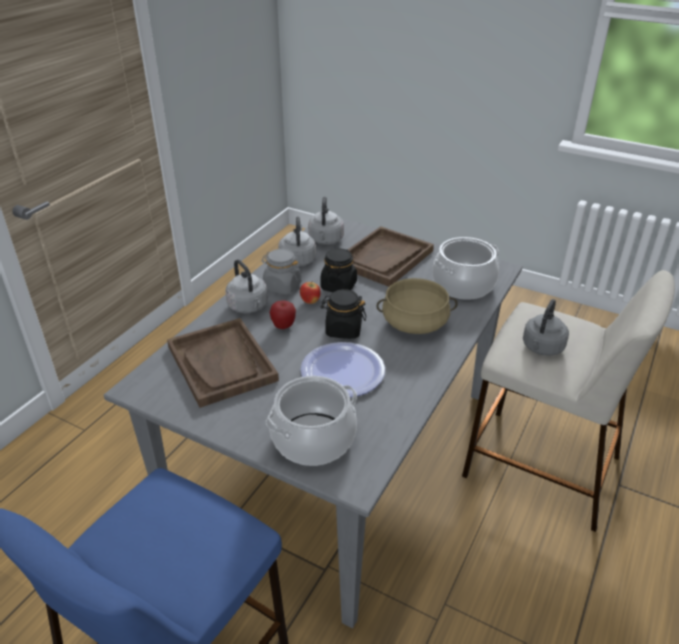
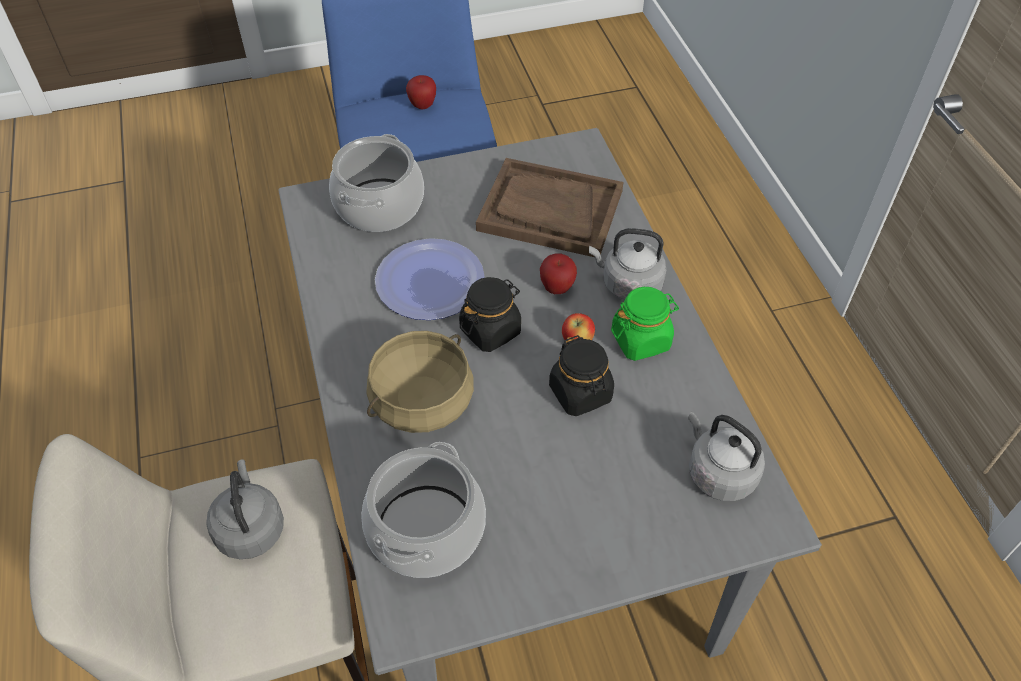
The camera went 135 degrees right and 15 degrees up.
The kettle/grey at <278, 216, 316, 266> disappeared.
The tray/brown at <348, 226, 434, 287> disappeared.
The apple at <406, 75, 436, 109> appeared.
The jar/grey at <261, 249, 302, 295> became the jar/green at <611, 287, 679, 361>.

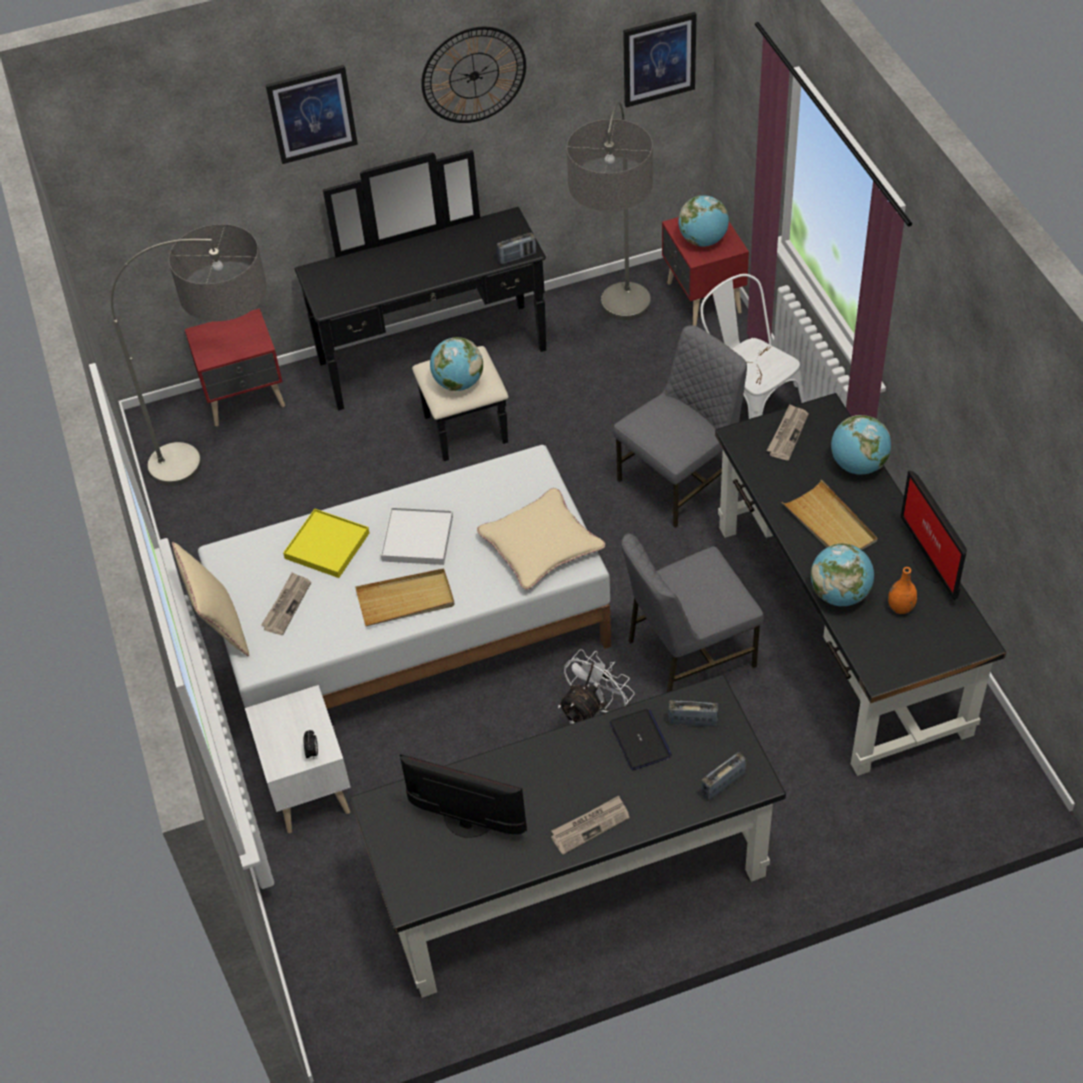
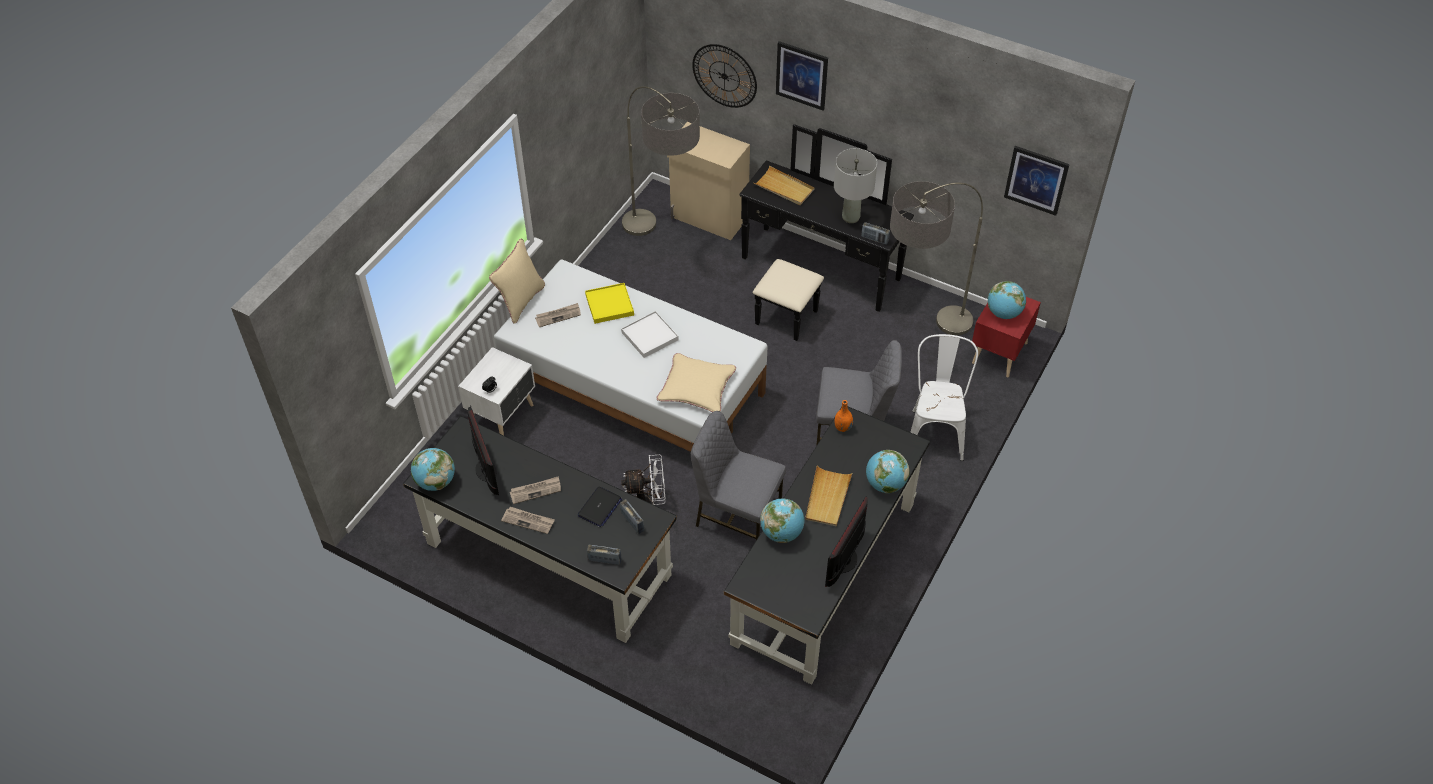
The camera went 45 degrees right and 0 degrees up.
The table lamp/grey at <834, 148, 877, 223> appeared.
The tray/beige moved from <355, 568, 455, 626> to <754, 166, 815, 205>.
The wall clock moved from <421, 27, 526, 123> to <692, 44, 757, 108>.
The globe moved from <430, 337, 483, 391> to <411, 448, 455, 491>.
The newspaper moved from <767, 404, 809, 460> to <510, 476, 561, 504>.
The vase/orange moved from <888, 567, 917, 614> to <834, 400, 853, 432>.
The nightstand/red at <185, 308, 285, 426> was replaced by the cabinet/beige at <667, 122, 750, 240>.

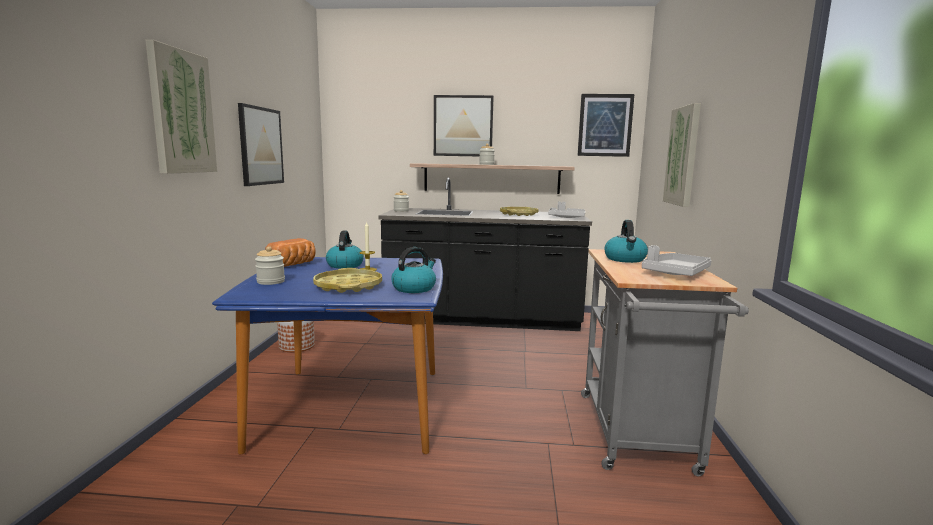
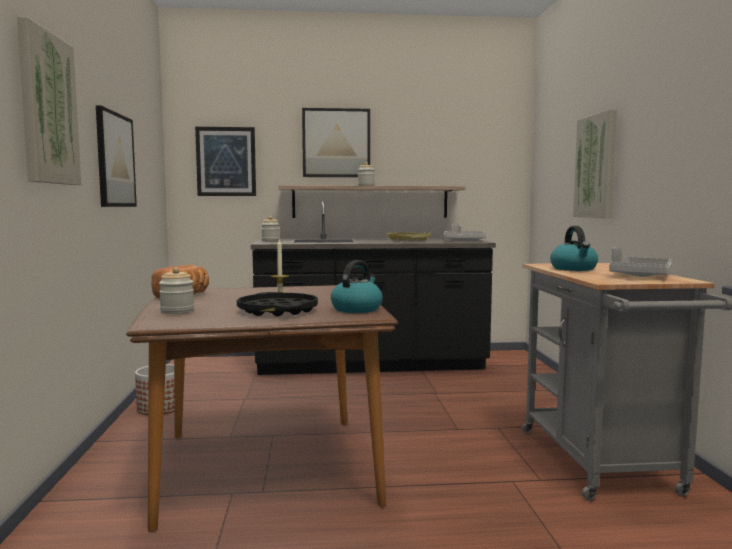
The camera went 10 degrees left and 5 degrees down.
The kettle at <326, 231, 364, 268> disappeared.
The picture moved from <578, 94, 634, 157> to <195, 127, 256, 196>.
The dining table/blue at <212, 257, 443, 454> became the dining table/brown at <126, 285, 398, 532>.
The tray/yellow at <313, 268, 382, 293> became the tray/black at <237, 292, 318, 316>.

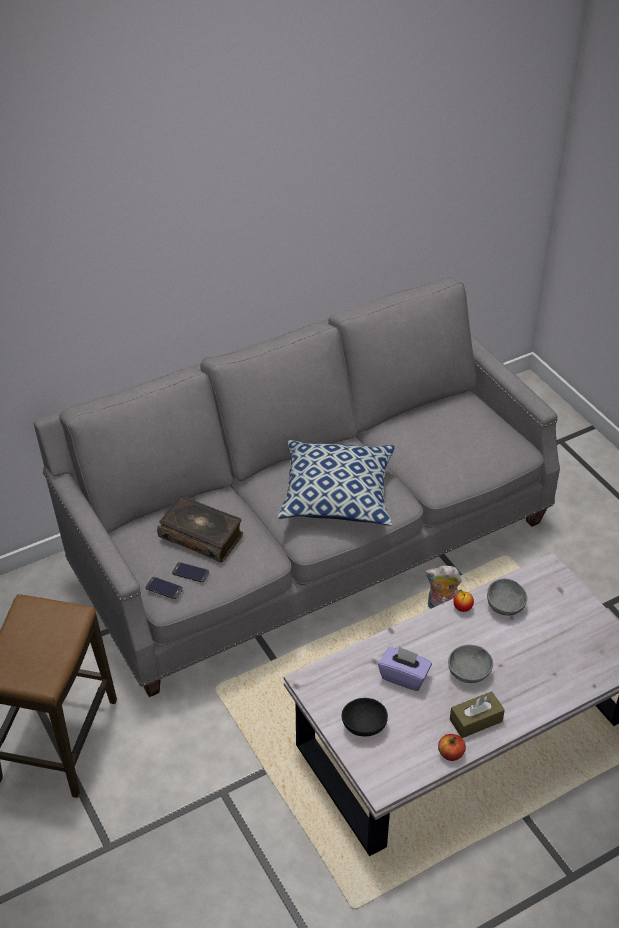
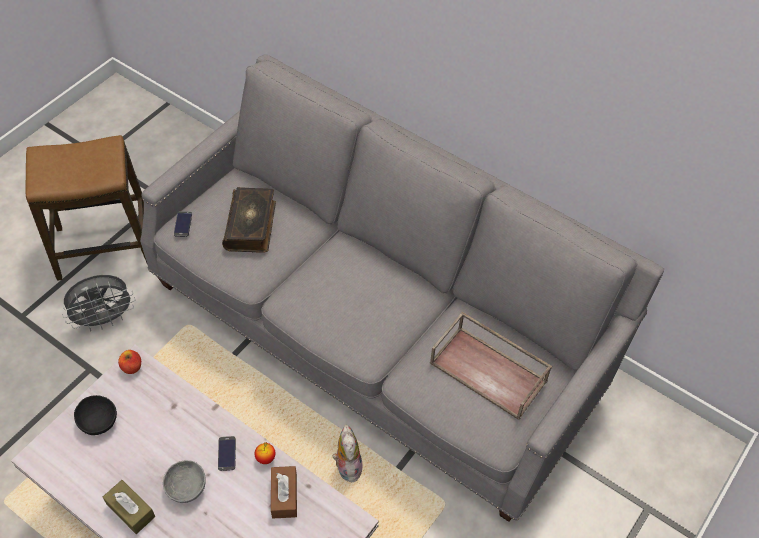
The camera went 65 degrees right and 10 degrees up.
The pillow at <278, 440, 395, 526> disappeared.
The tissue box/purple at <378, 646, 432, 691> disappeared.
The fan/grey at <62, 275, 135, 331> appeared.
The tray/brown at <430, 312, 552, 420> appeared.
The phone moved from <172, 562, 209, 582> to <218, 436, 236, 471>.
The apple moved from <438, 734, 466, 761> to <118, 350, 141, 374>.
The bowl/grey at <487, 578, 527, 616> was replaced by the tissue box/brown at <271, 466, 297, 518>.

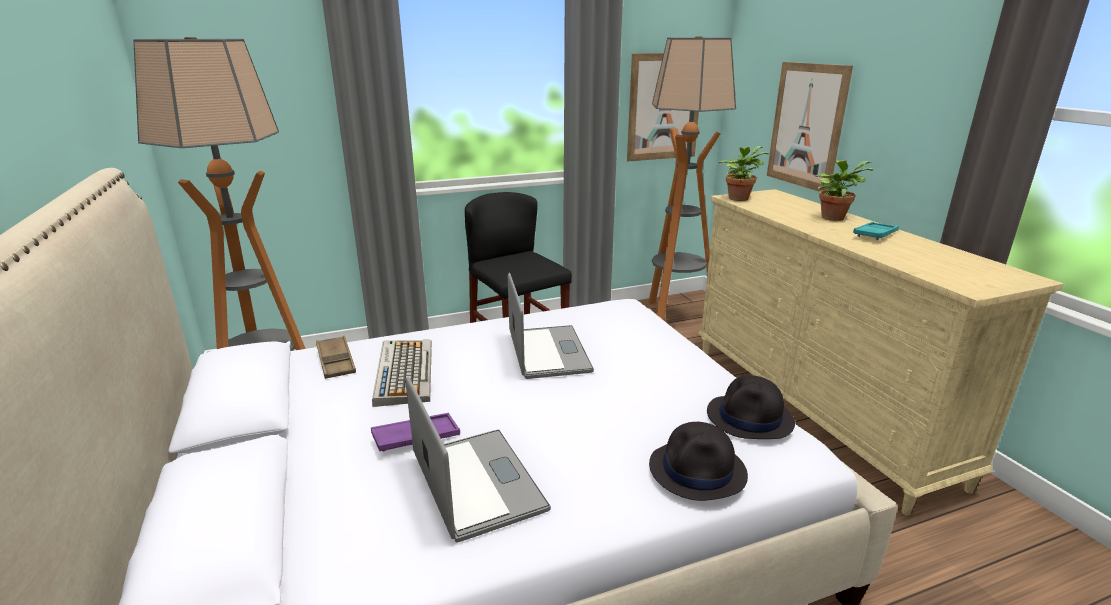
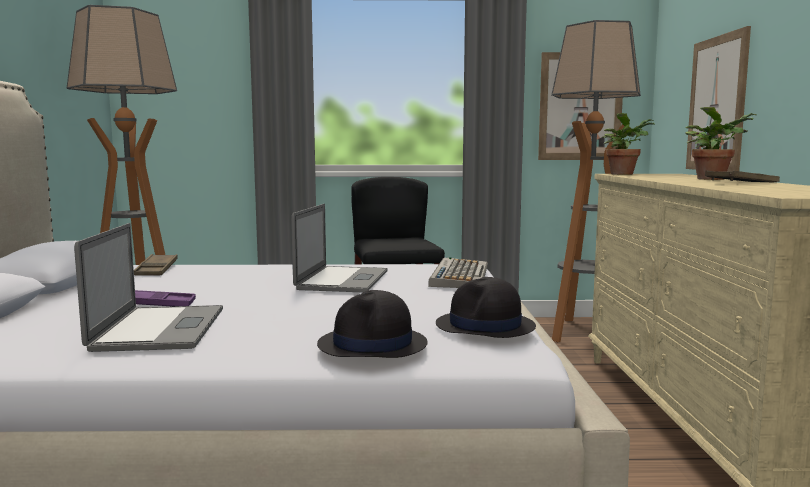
The camera went 20 degrees right and 15 degrees down.
The keyboard moved from <372, 340, 432, 407> to <428, 257, 488, 288>.
The tray/turquoise at <853, 222, 899, 240> became the tray/brown at <705, 170, 780, 182>.

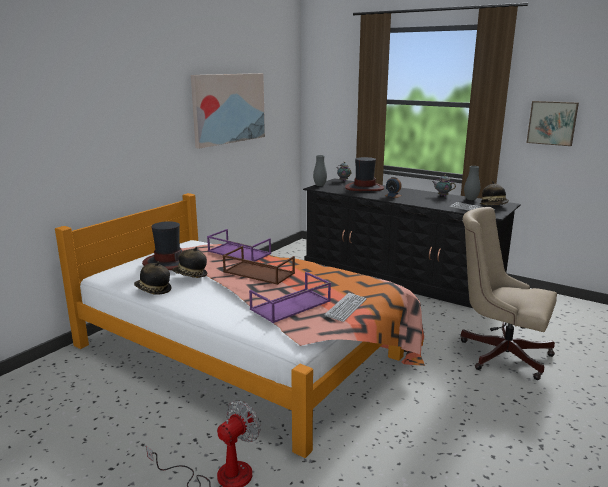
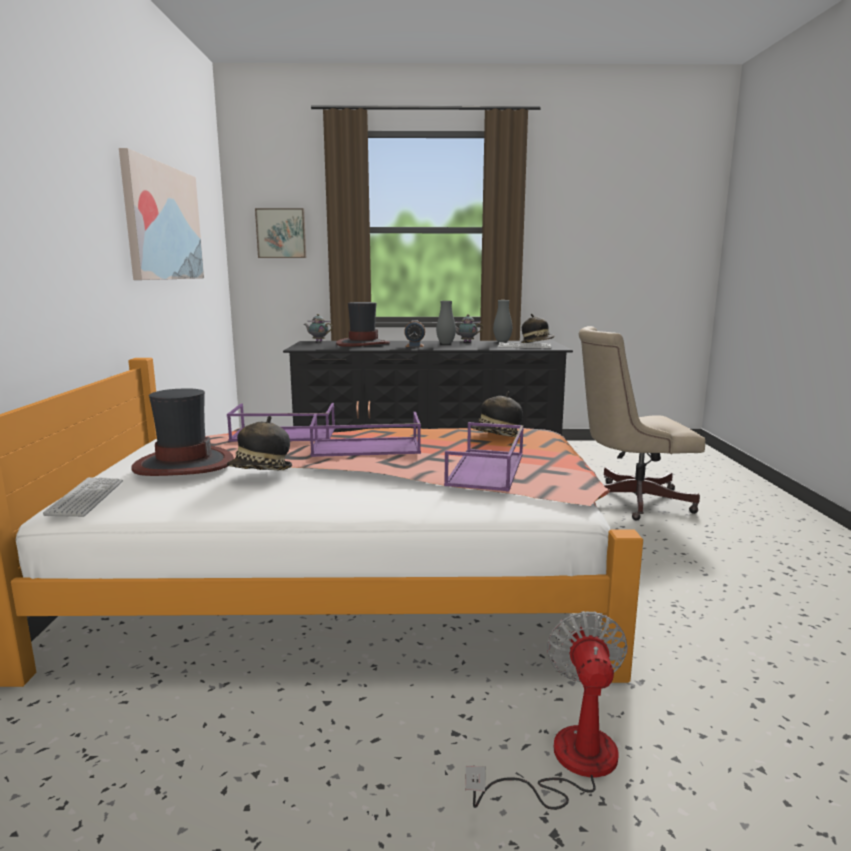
The camera went 35 degrees left and 5 degrees down.
The hat moved from <134, 262, 172, 295> to <471, 392, 523, 437>.
The vase/grey moved from <313, 155, 327, 186> to <436, 301, 456, 344>.
The keyboard moved from <325, 293, 366, 322> to <43, 477, 123, 517>.
The picture moved from <526, 101, 579, 146> to <255, 208, 306, 258>.
The tray/brown at <222, 246, 295, 285> became the tray/purple at <309, 412, 421, 457>.

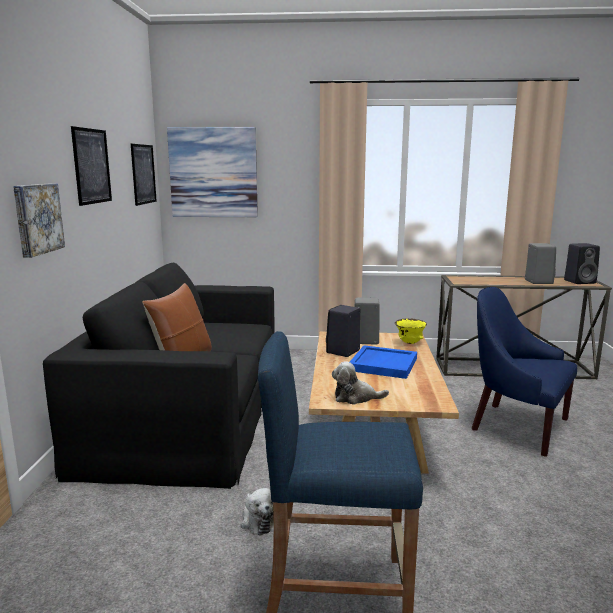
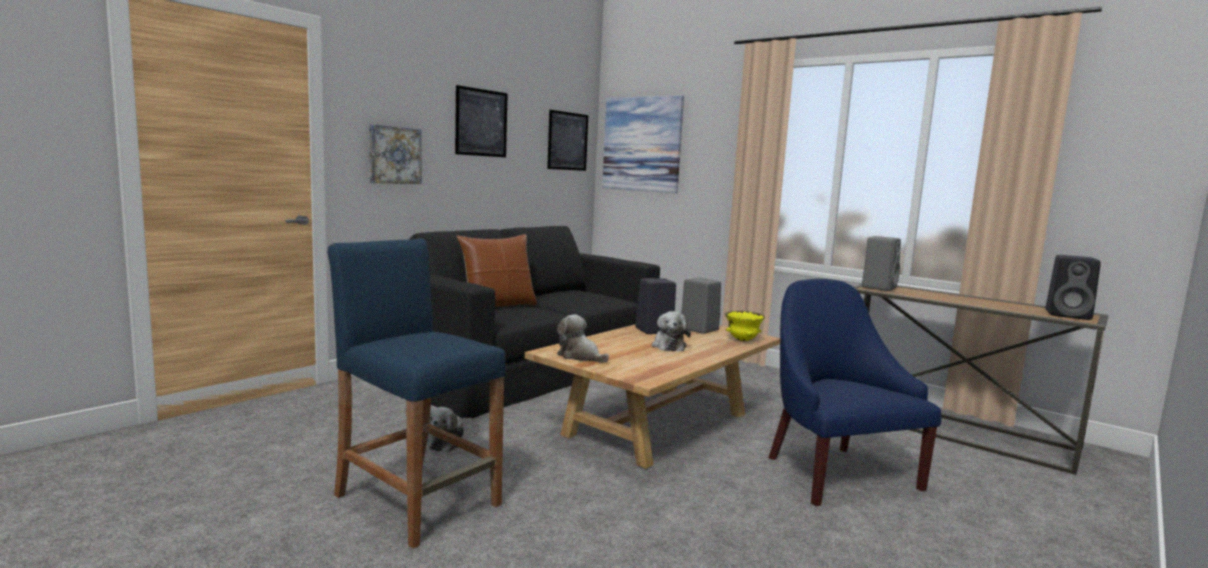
The camera went 35 degrees right and 5 degrees down.
The speaker/grey moved from <525, 243, 556, 284> to <862, 236, 901, 291>.
The tray/blue at <350, 345, 417, 379> was replaced by the plush toy at <652, 311, 691, 352>.

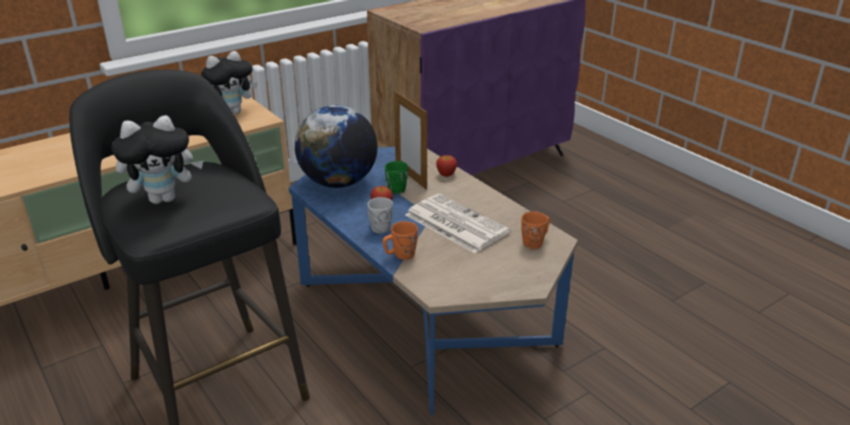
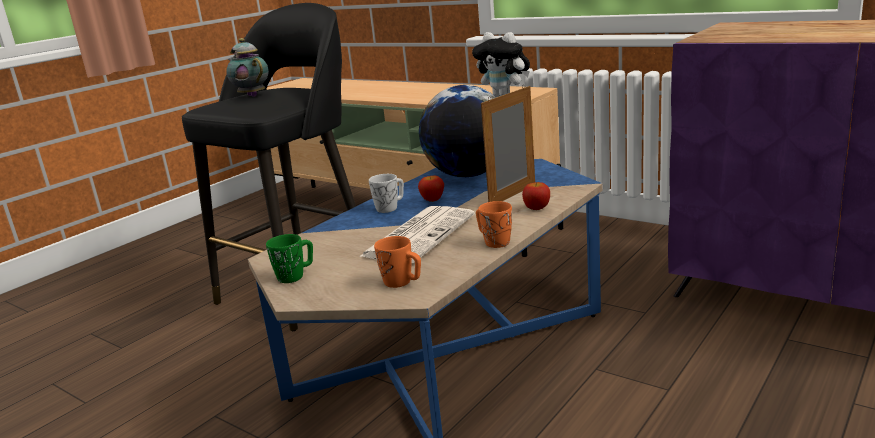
The camera went 75 degrees right and 10 degrees down.
The mug/orange moved from <383, 221, 418, 260> to <476, 201, 512, 248>.
The mug/green moved from <385, 161, 408, 194> to <266, 234, 313, 283>.
The plush toy at <112, 115, 204, 204> was replaced by the teapot at <226, 38, 269, 97>.

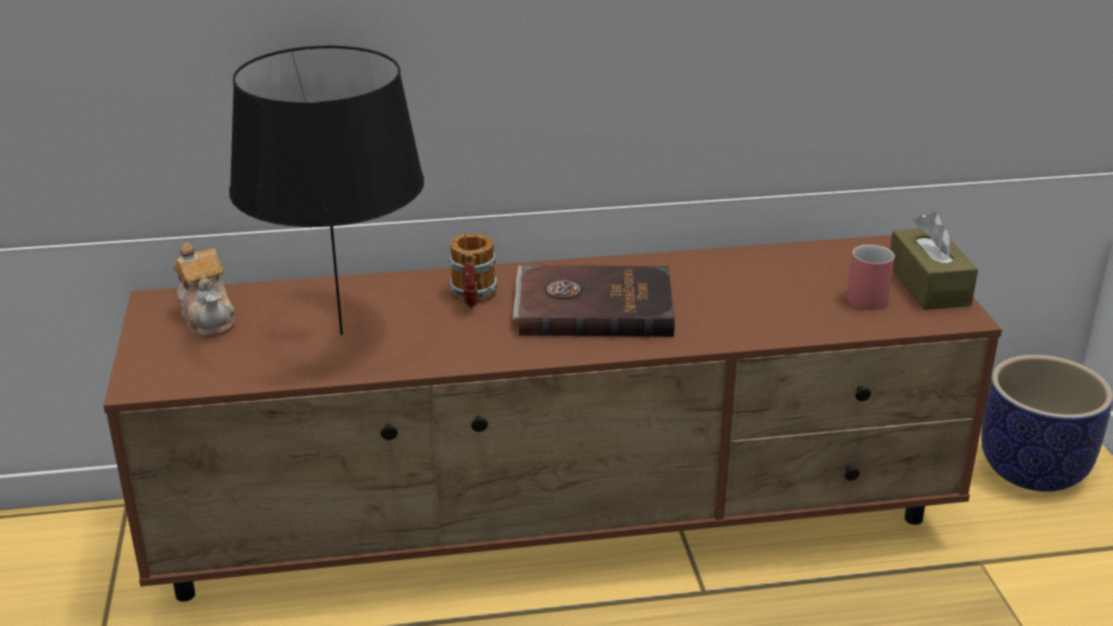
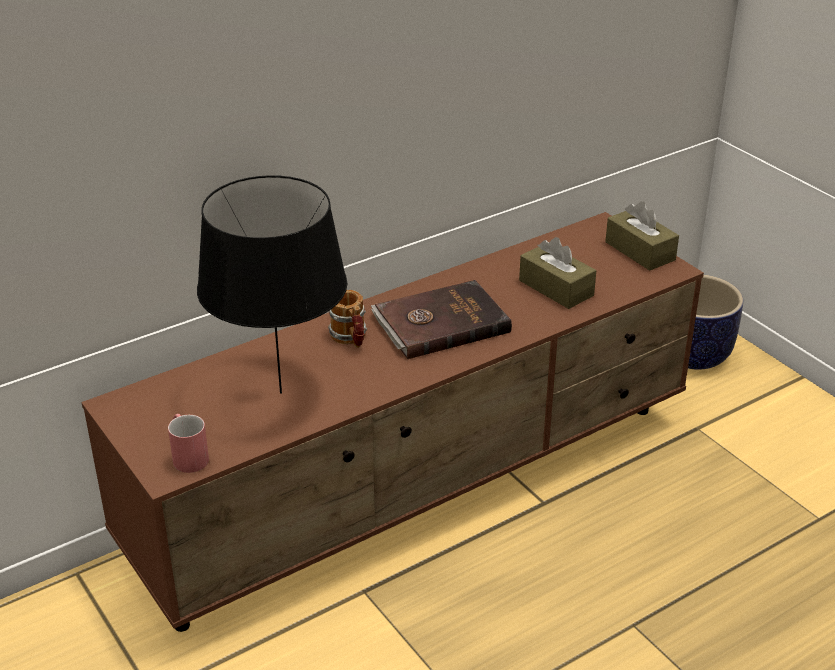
The camera went 25 degrees left and 5 degrees up.
The teapot at <174, 242, 235, 337> disappeared.
The tissue box/brown at <519, 237, 596, 309> appeared.
The mug/red moved from <847, 245, 895, 310> to <168, 414, 209, 473>.

